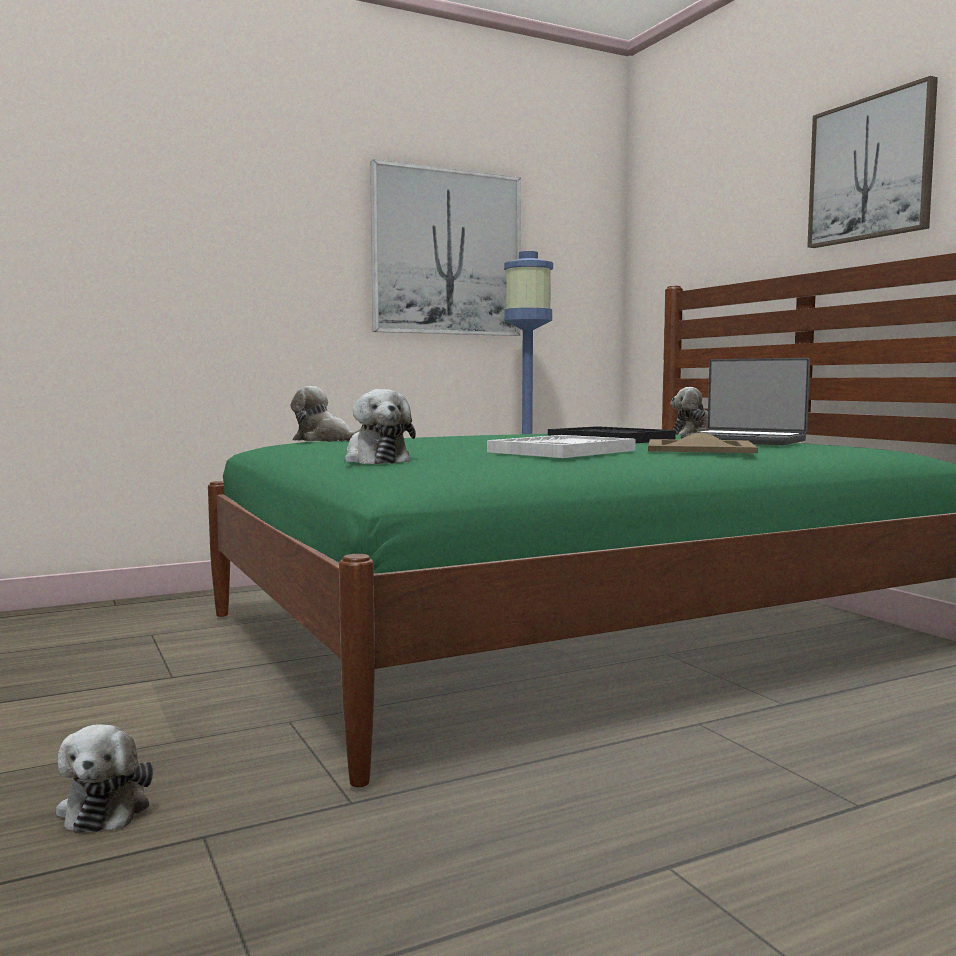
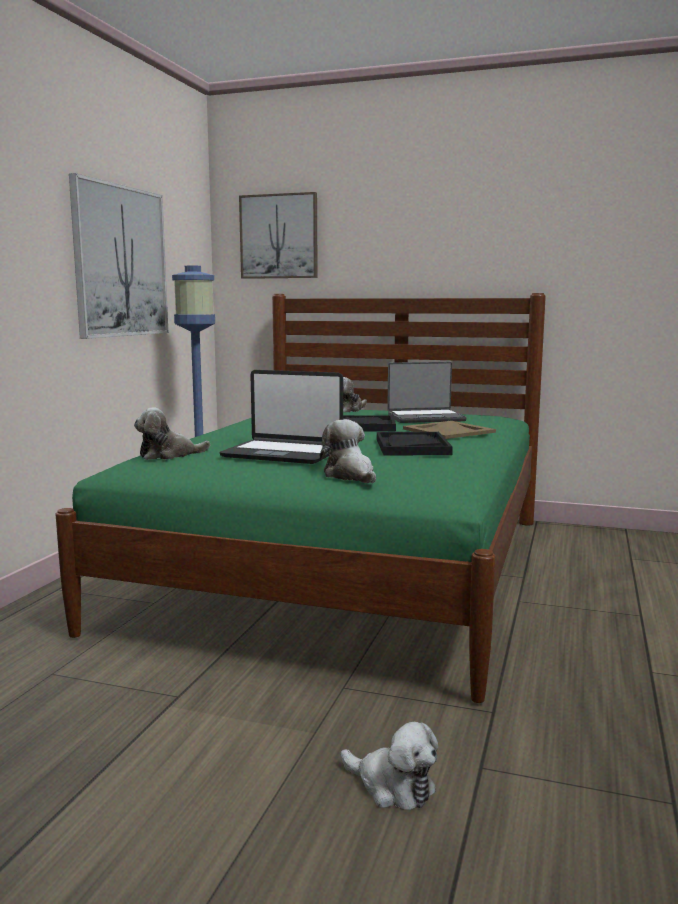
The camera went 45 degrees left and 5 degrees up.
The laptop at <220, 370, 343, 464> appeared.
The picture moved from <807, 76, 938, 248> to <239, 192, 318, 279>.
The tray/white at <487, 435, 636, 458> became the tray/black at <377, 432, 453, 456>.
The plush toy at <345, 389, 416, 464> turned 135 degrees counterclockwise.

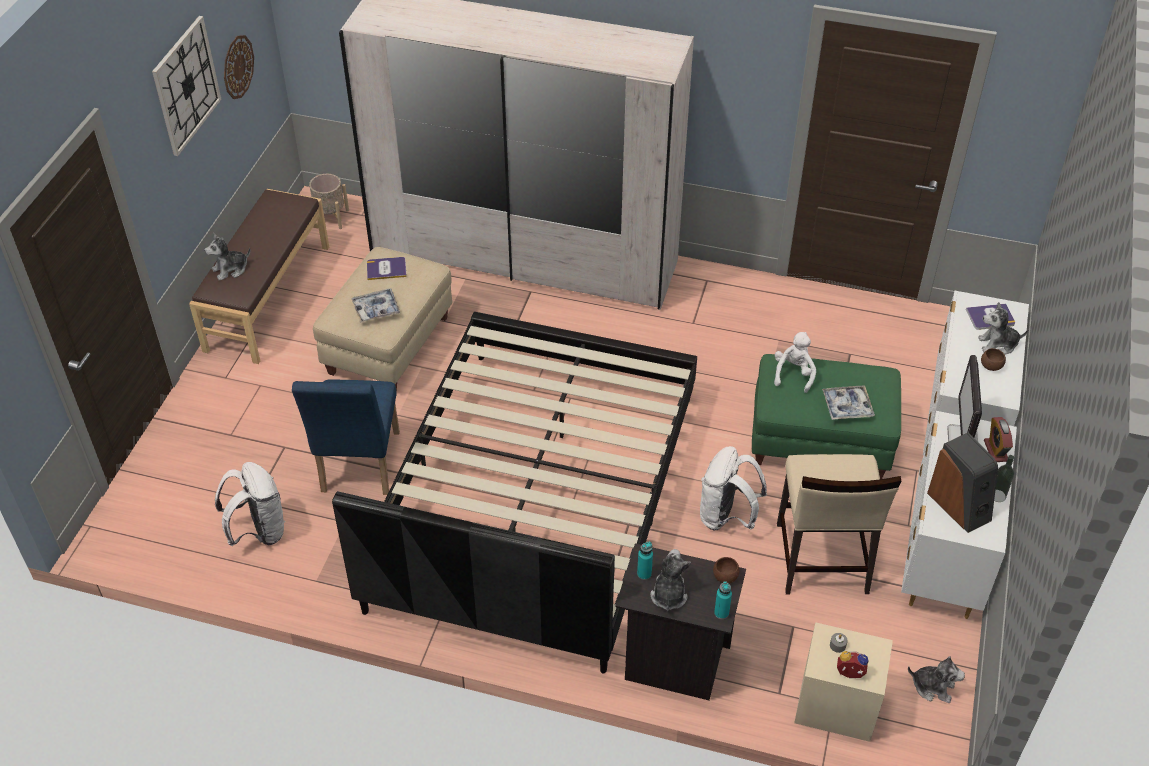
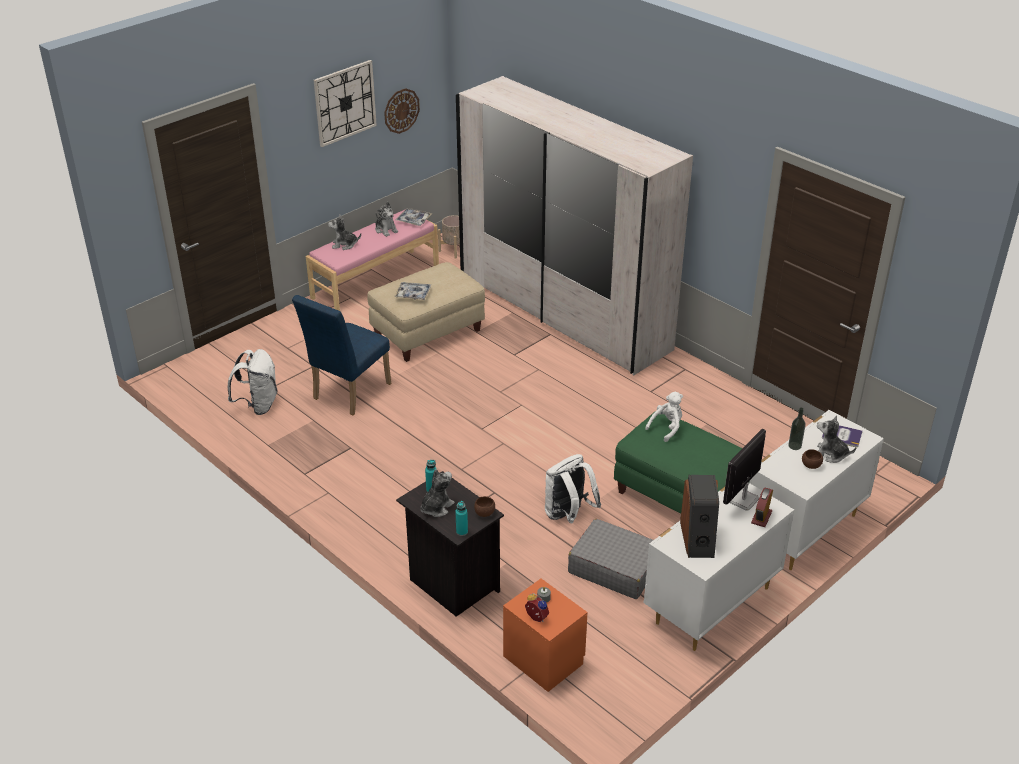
The camera went 30 degrees right and 10 degrees down.
The bed/black at <332, 312, 697, 674> disappeared.
The book at <367, 257, 407, 280> disappeared.
The tray moved from <822, 385, 875, 420> to <396, 208, 432, 226>.
The plush toy moved from <908, 656, 965, 703> to <375, 202, 398, 237>.
The bottle moved from <994, 455, 1014, 502> to <788, 407, 806, 450>.
The chair/beige at <777, 454, 901, 594> was replaced by the suitcase/grey at <568, 519, 653, 599>.
The bench/brown at <189, 189, 329, 364> became the bench/pink at <306, 210, 439, 311>.
The nightstand/beige at <794, 622, 893, 742> became the nightstand/orange at <503, 579, 588, 692>.

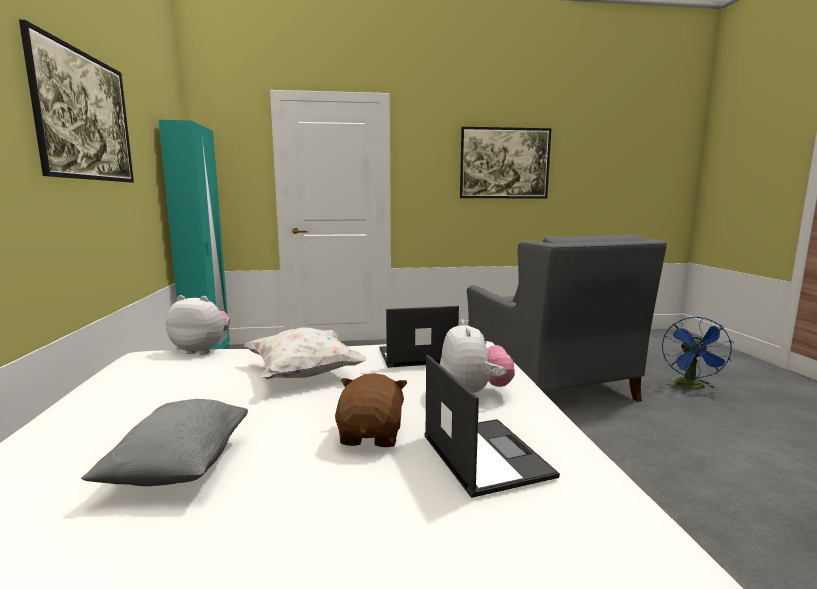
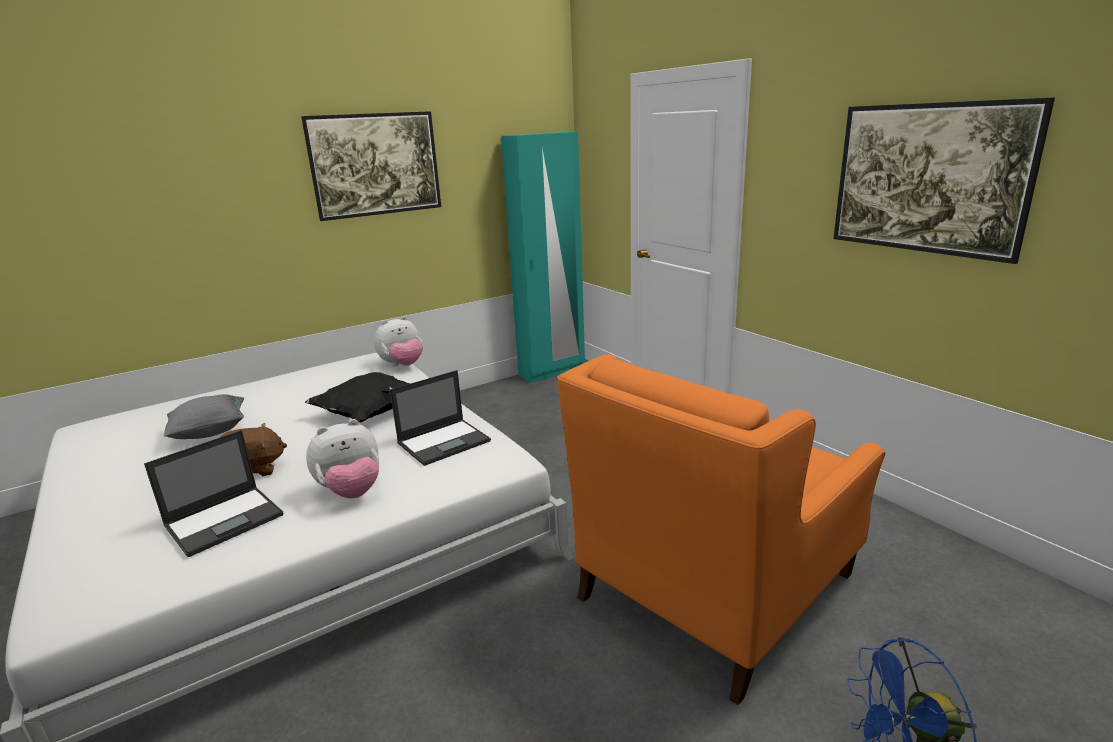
The camera went 65 degrees right and 10 degrees up.
The pillow/white at <244, 327, 367, 379> became the pillow/black at <305, 372, 411, 423>.
The armchair/grey at <467, 234, 667, 402> became the armchair/orange at <557, 354, 885, 705>.
The plush toy at <166, 295, 230, 355> turned 75 degrees clockwise.
The laptop at <379, 306, 459, 368> turned 90 degrees clockwise.

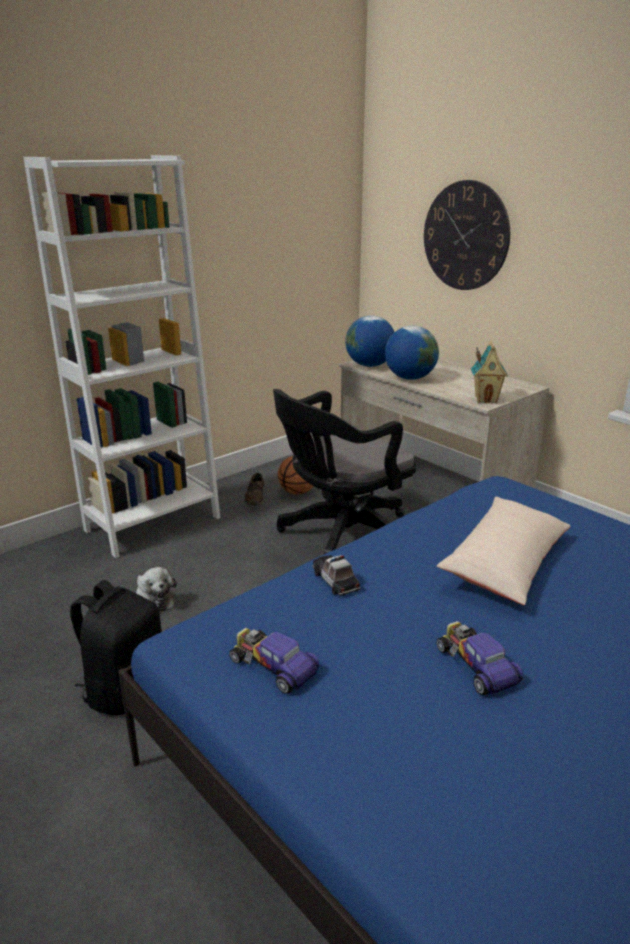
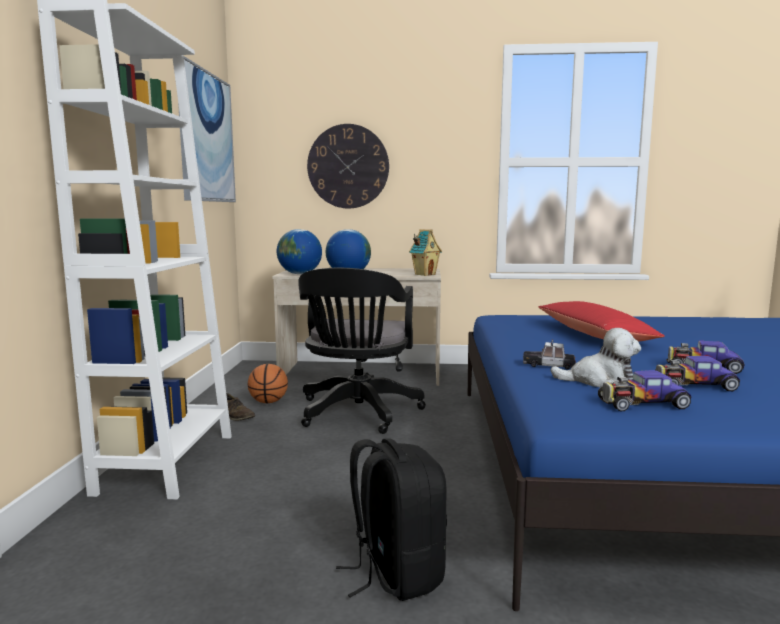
The camera went 45 degrees left and 15 degrees down.
The picture at <178, 56, 236, 202> appeared.
The toy car at <655, 356, 740, 391> appeared.
The plush toy moved from <136, 567, 177, 613> to <550, 328, 641, 388>.
The pillow/beige at <437, 496, 571, 605> became the pillow/red at <538, 301, 665, 342>.

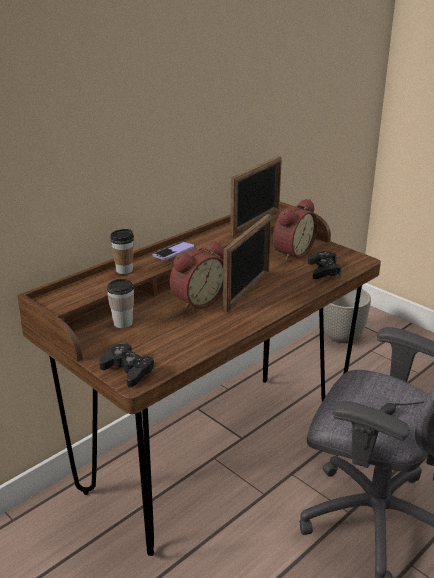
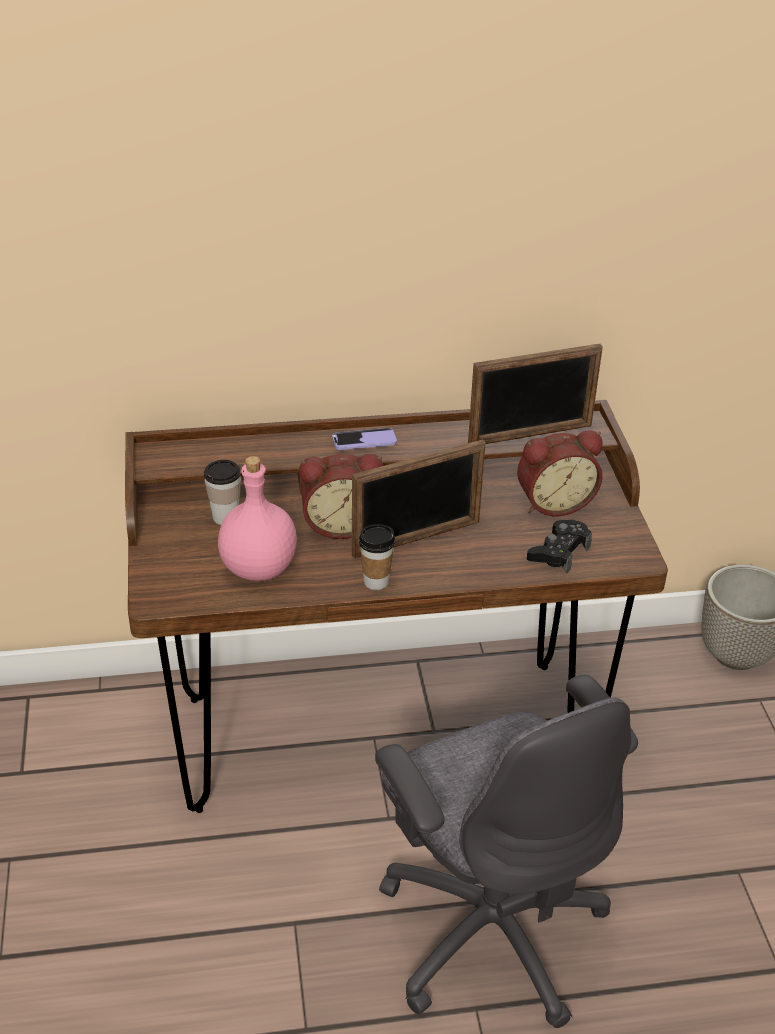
The camera went 35 degrees right and 10 degrees up.
The game controller/black at <99, 343, 155, 388> disappeared.
The bottle/pink at <218, 456, 297, 581> appeared.
The cup moved from <110, 229, 134, 274> to <359, 524, 395, 590>.

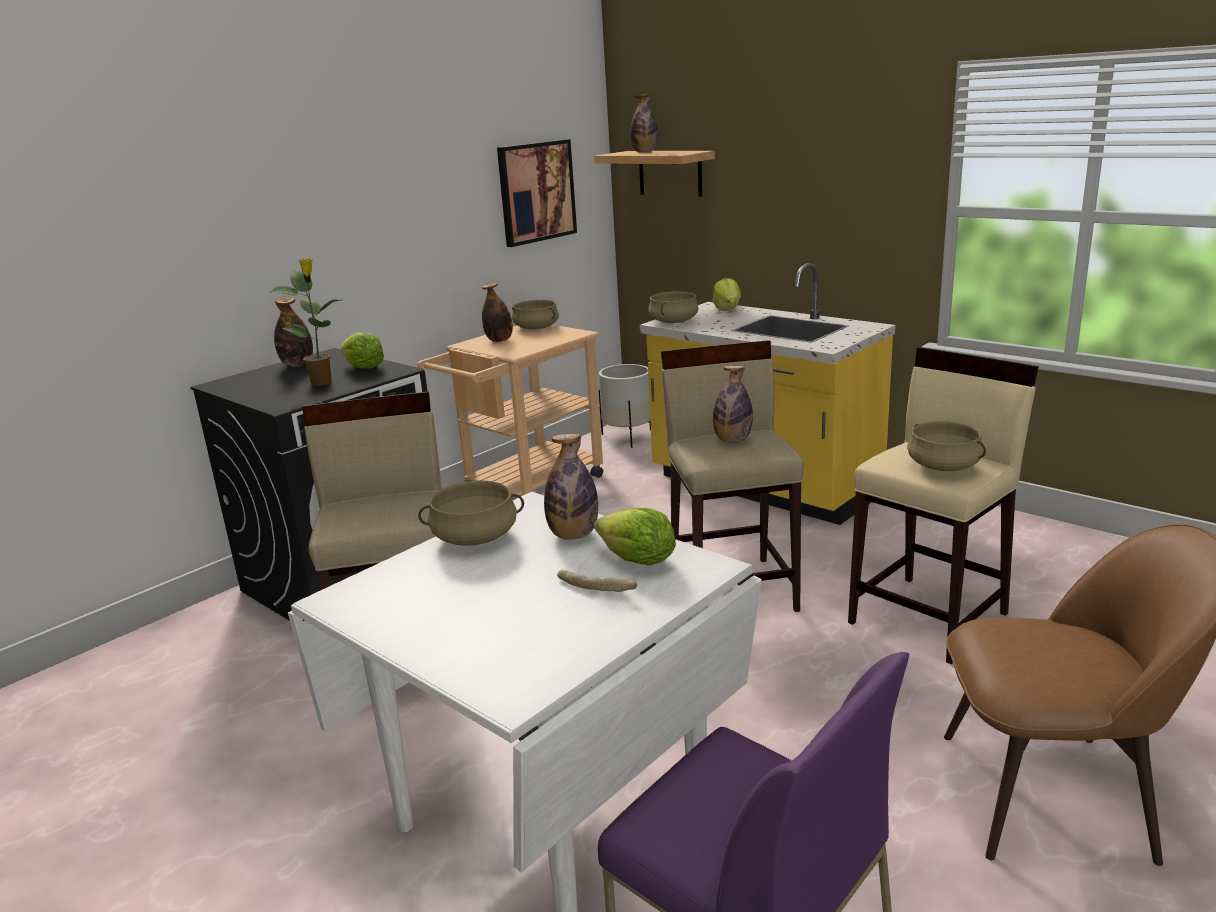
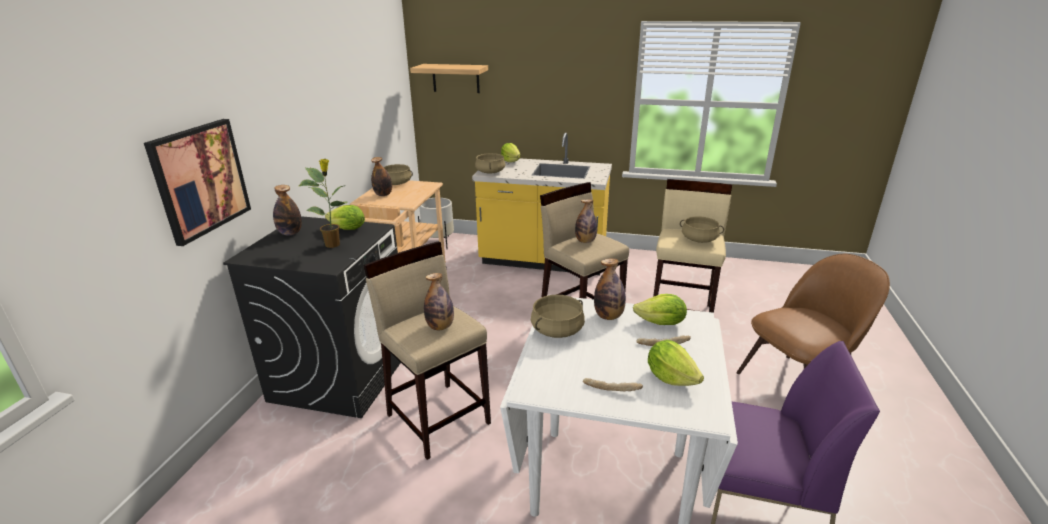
The camera went 30 degrees left and 5 degrees up.
The bread at <583, 378, 643, 392> appeared.
The lettuce at <648, 340, 704, 386> appeared.
The picture moved from <497, 139, 577, 247> to <144, 119, 251, 246>.
The bottle moved from <630, 94, 658, 152> to <424, 273, 454, 330>.

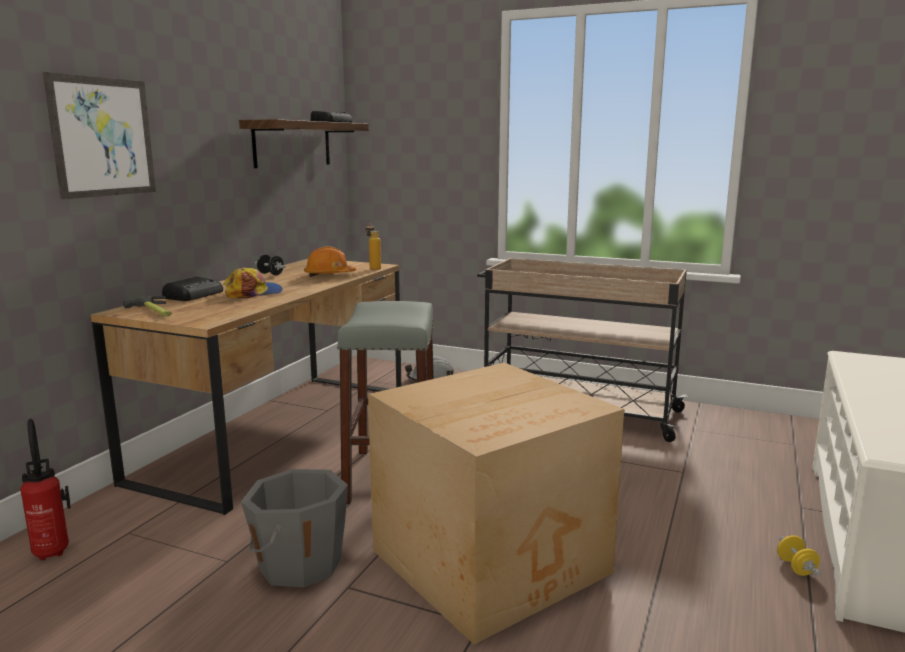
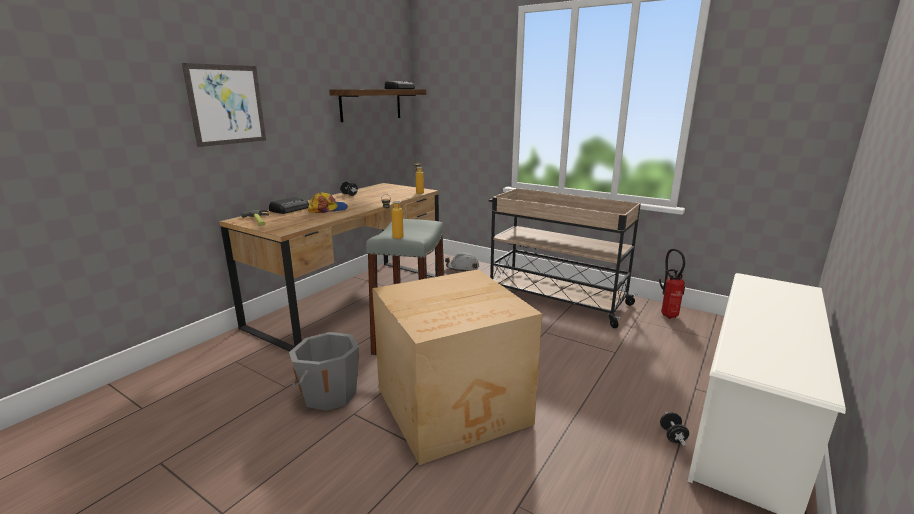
The camera went 10 degrees right and 5 degrees up.
The hard hat/orange at <304, 246, 356, 277> disappeared.
The bottle at <381, 194, 404, 239> appeared.
The fire extinguisher moved from <20, 419, 71, 561> to <659, 248, 685, 319>.
The dumbbell/yellow at <777, 535, 820, 576> became the dumbbell/black at <660, 411, 689, 445>.

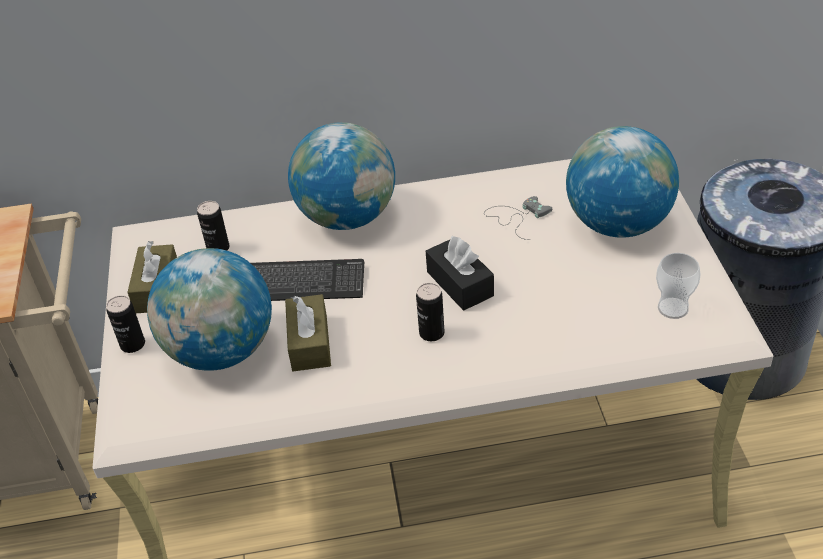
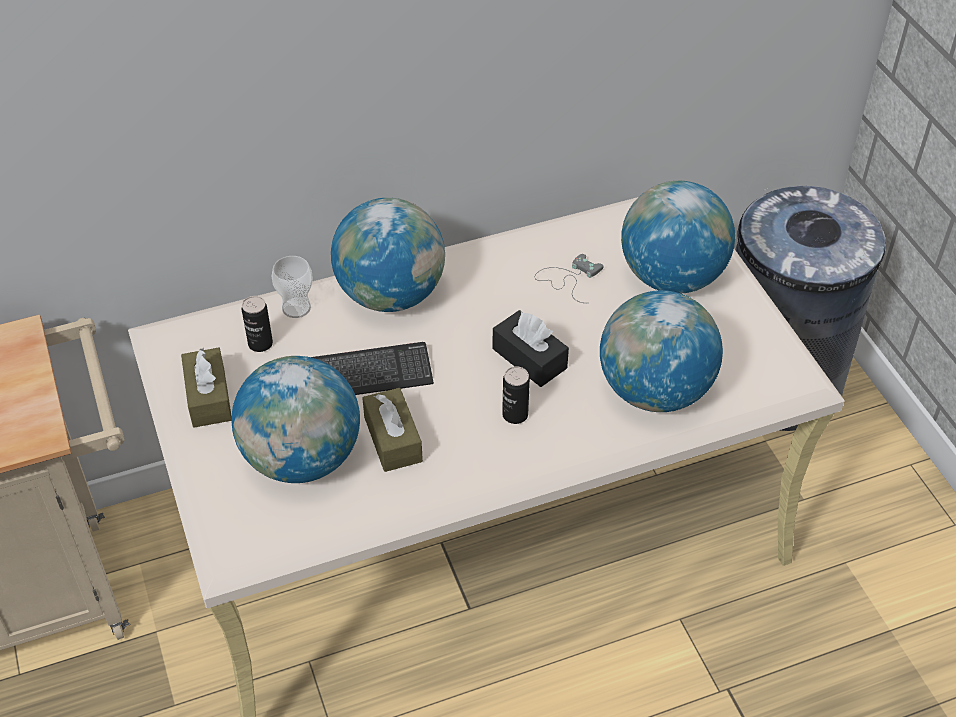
The camera went 15 degrees left and 5 degrees up.
The can at <106, 295, 145, 353> disappeared.
The globe at <600, 290, 723, 412> appeared.
The cup moved from <656, 253, 701, 319> to <272, 256, 313, 318>.

